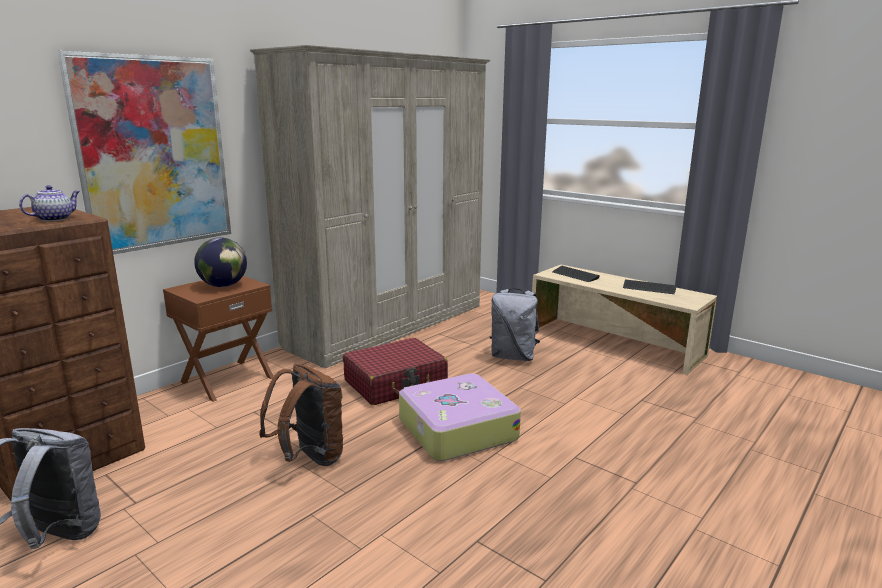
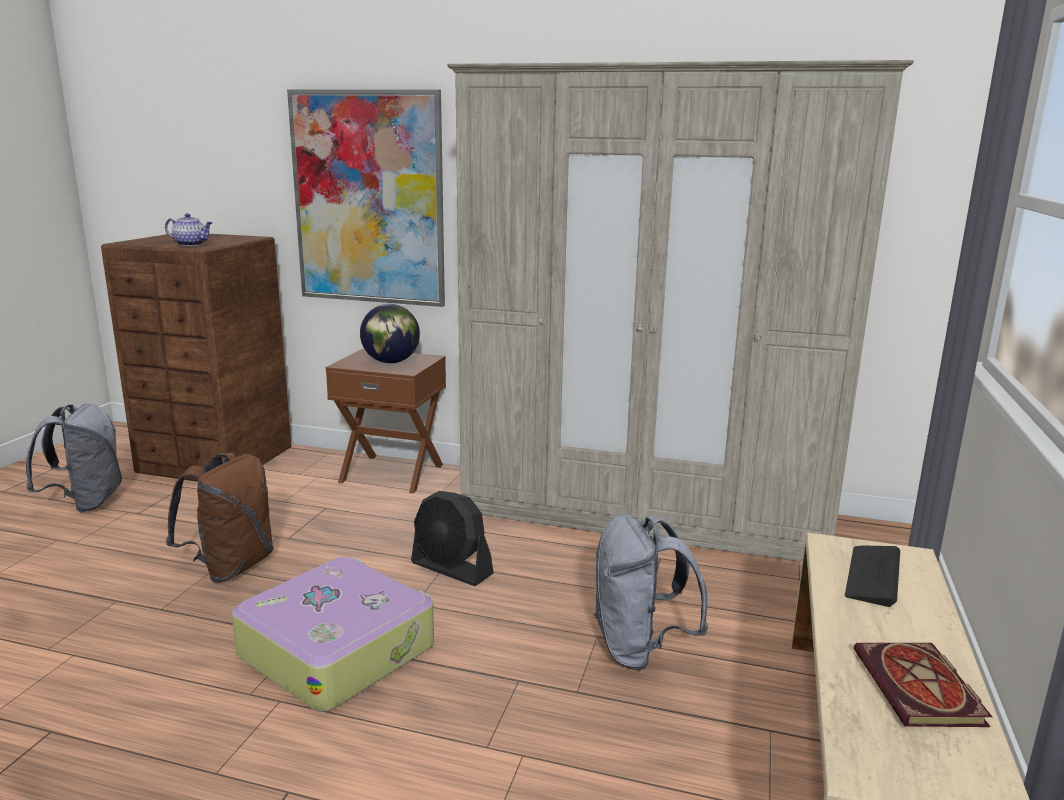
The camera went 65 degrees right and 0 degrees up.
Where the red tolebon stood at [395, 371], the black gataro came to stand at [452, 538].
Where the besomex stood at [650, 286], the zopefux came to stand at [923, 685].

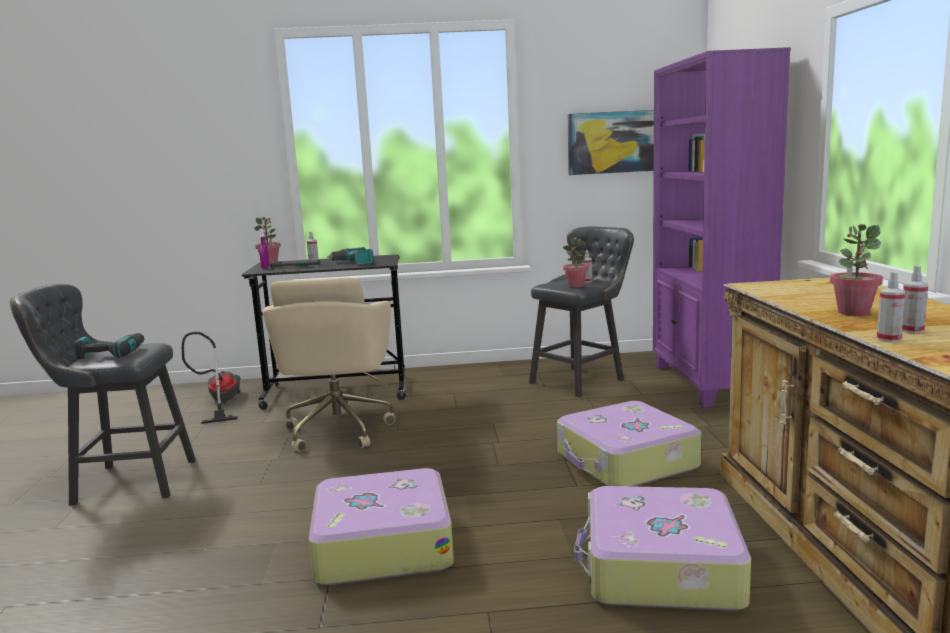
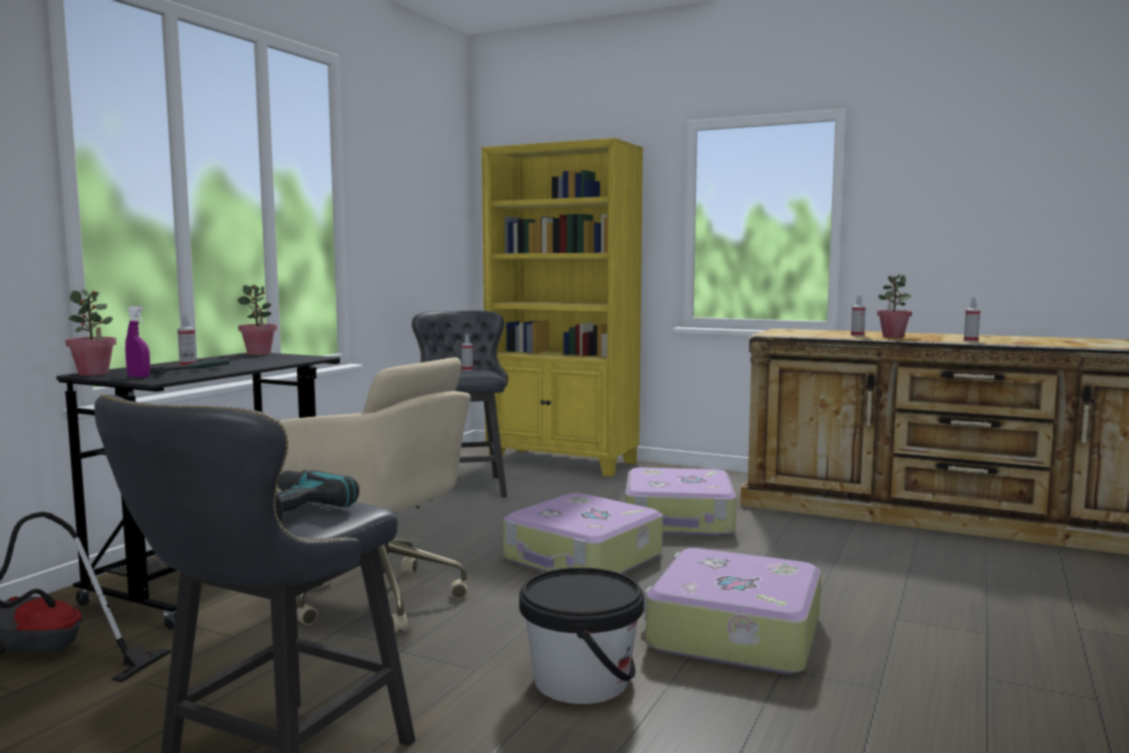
The camera went 60 degrees left and 5 degrees down.
The second view lost the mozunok at [350, 256].
The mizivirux ended up elsewhere, having gone from [576, 262] to [257, 320].
The second view lost the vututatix at [610, 142].
The tolebon ended up elsewhere, having gone from [662, 548] to [583, 533].
What was the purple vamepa at [722, 227] turned into the yellow vamepa at [562, 307].
The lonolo ended up elsewhere, having gone from [915, 299] to [858, 316].
The second view gained the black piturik at [581, 635].

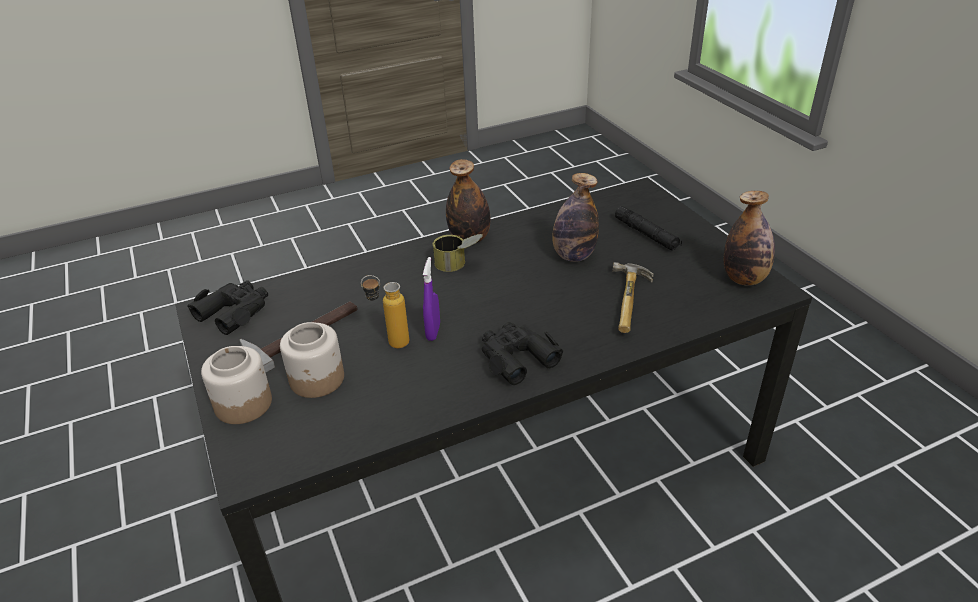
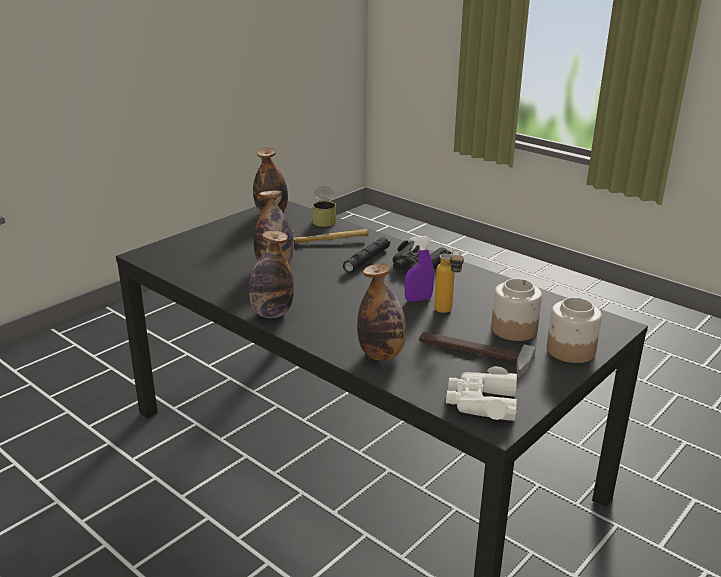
The camera went 115 degrees left and 10 degrees down.
What was the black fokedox at [227, 307] turned into the white fokedox at [481, 393].
The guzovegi ended up elsewhere, having gone from [457, 253] to [324, 206].
The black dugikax ended up elsewhere, having gone from [648, 228] to [366, 255].
The second view gained the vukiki at [381, 312].

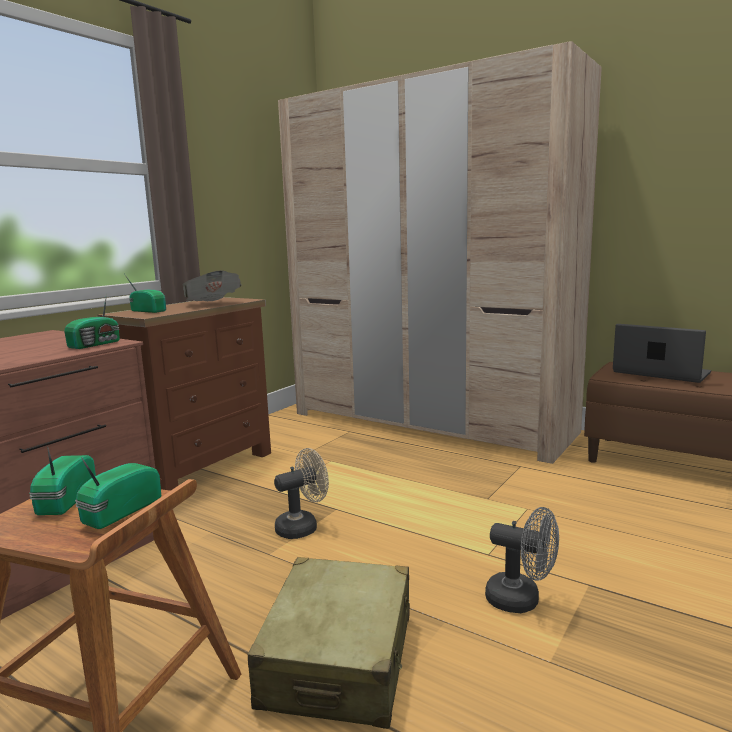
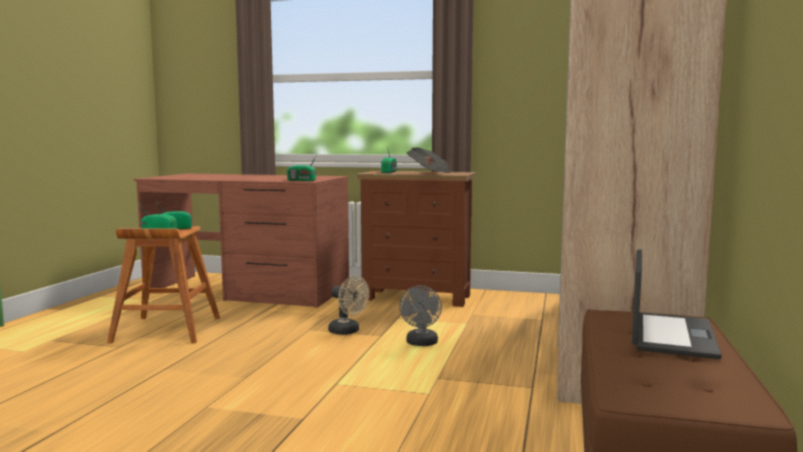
The camera went 70 degrees right and 5 degrees down.
The second view lost the beige tolebon at [329, 643].
The grey gataro ended up elsewhere, having gone from [522, 560] to [420, 315].

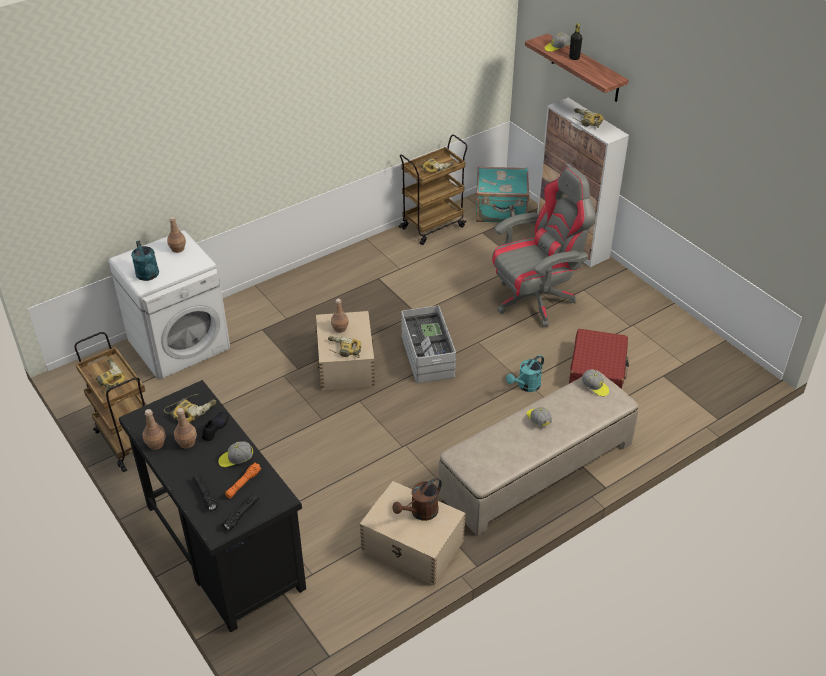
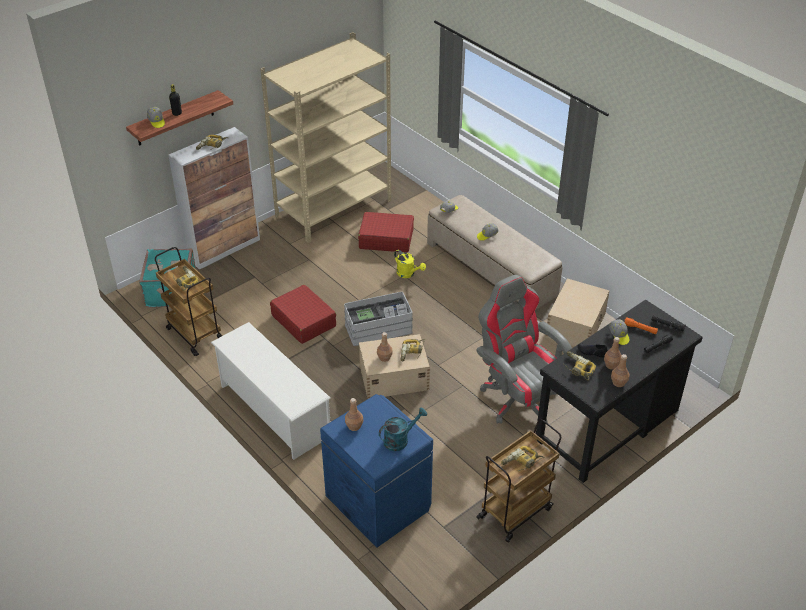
The camera went 95 degrees left and 0 degrees up.
What was the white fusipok at [169, 304] turned into the blue fusipok at [376, 471].
The second view lost the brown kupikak at [417, 499].
The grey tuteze ended up elsewhere, having gone from [544, 247] to [524, 349].
What was the turquoise kupikak at [525, 373] turned into the yellow kupikak at [410, 264].
The second view gained the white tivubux at [270, 391].
The second view gained the beige vamepa at [325, 137].
The second view gained the red tolebon at [303, 314].

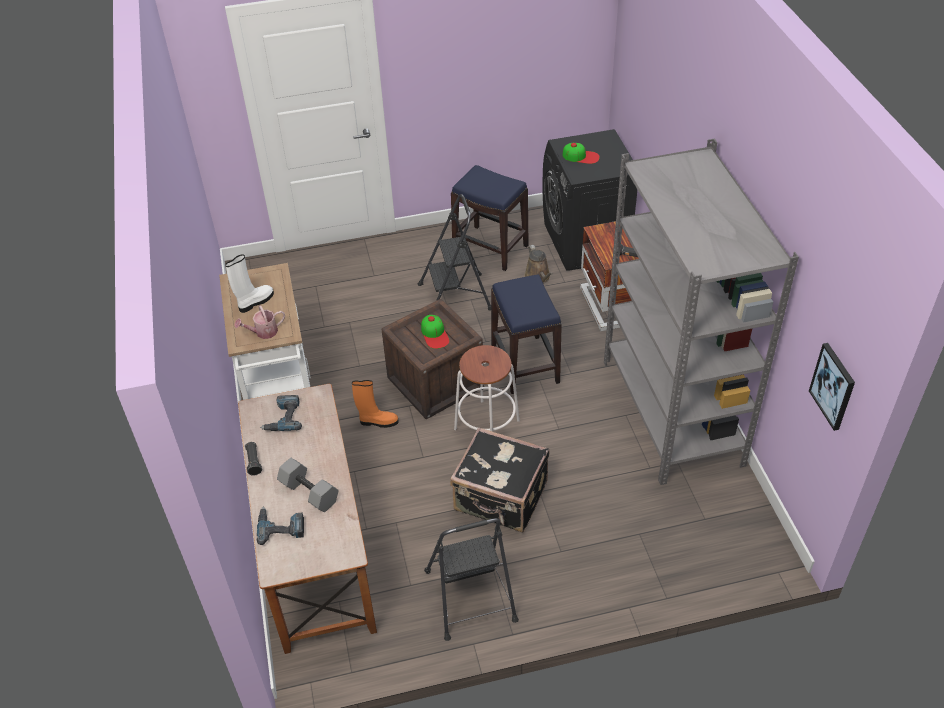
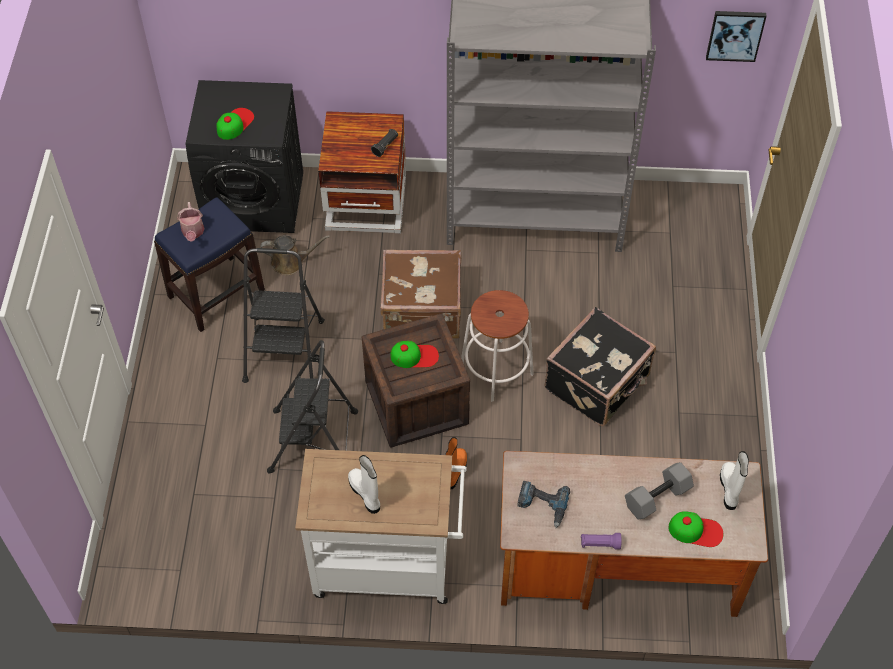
The camera went 75 degrees left and 10 degrees up.
The kupikak ended up elsewhere, having gone from [260, 322] to [190, 222].
What was the black dugikax at [253, 459] turned into the purple dugikax at [601, 541].
Where the mozunok stood at [280, 526], the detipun came to stand at [695, 529].
The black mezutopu ended up elsewhere, having gone from [471, 579] to [312, 406].
Where the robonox stood at [526, 334], the brown tolebon came to stand at [420, 294].
The second view gained the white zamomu at [734, 480].

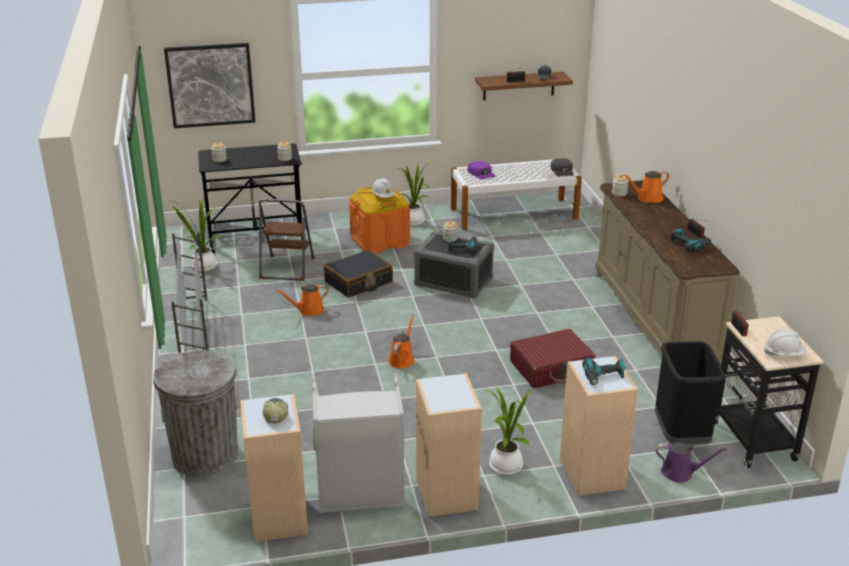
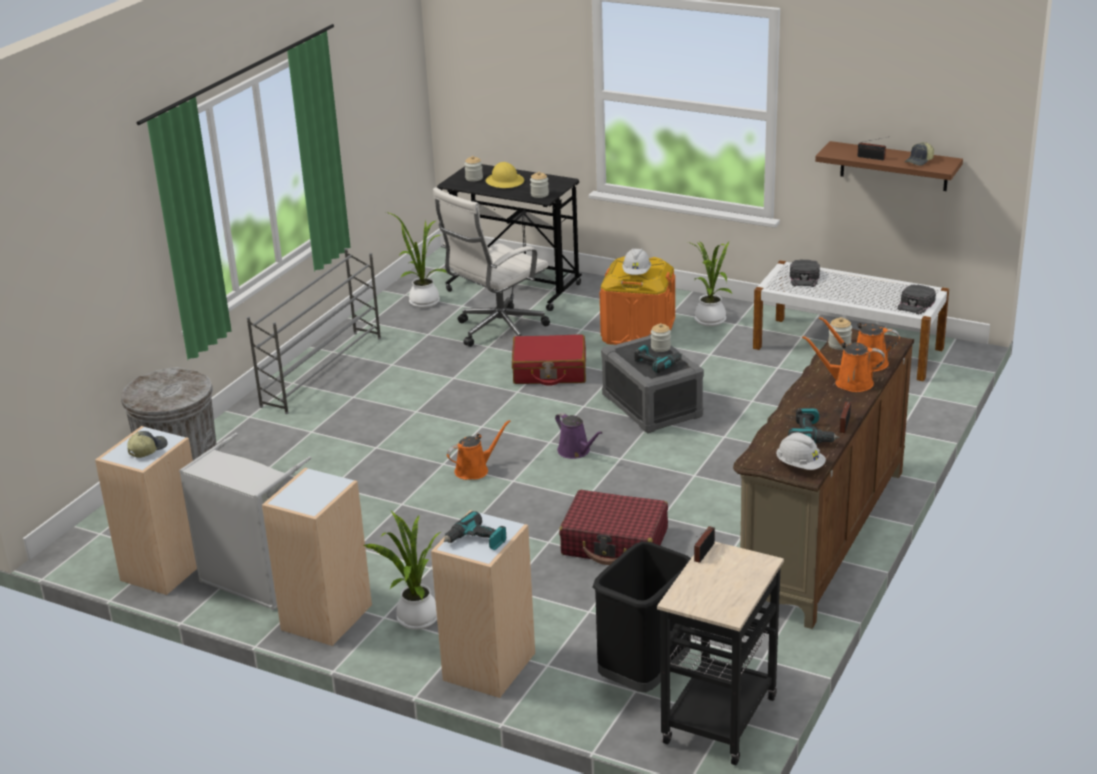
The camera went 40 degrees right and 0 degrees up.
The second view lost the vututatix at [210, 85].
Where the brown mezutopu stood at [287, 240], the white tuteze came to stand at [491, 267].
The orange kupikak ended up elsewhere, having gone from [302, 300] to [843, 364].
What was the black tolebon at [358, 274] turned into the red tolebon at [549, 360].
What was the purple detipun at [481, 170] turned into the black detipun at [805, 273].
The purple kupikak ended up elsewhere, having gone from [691, 462] to [579, 435].
The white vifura ended up elsewhere, having gone from [785, 343] to [801, 451].
The second view gained the yellow vifura at [504, 175].

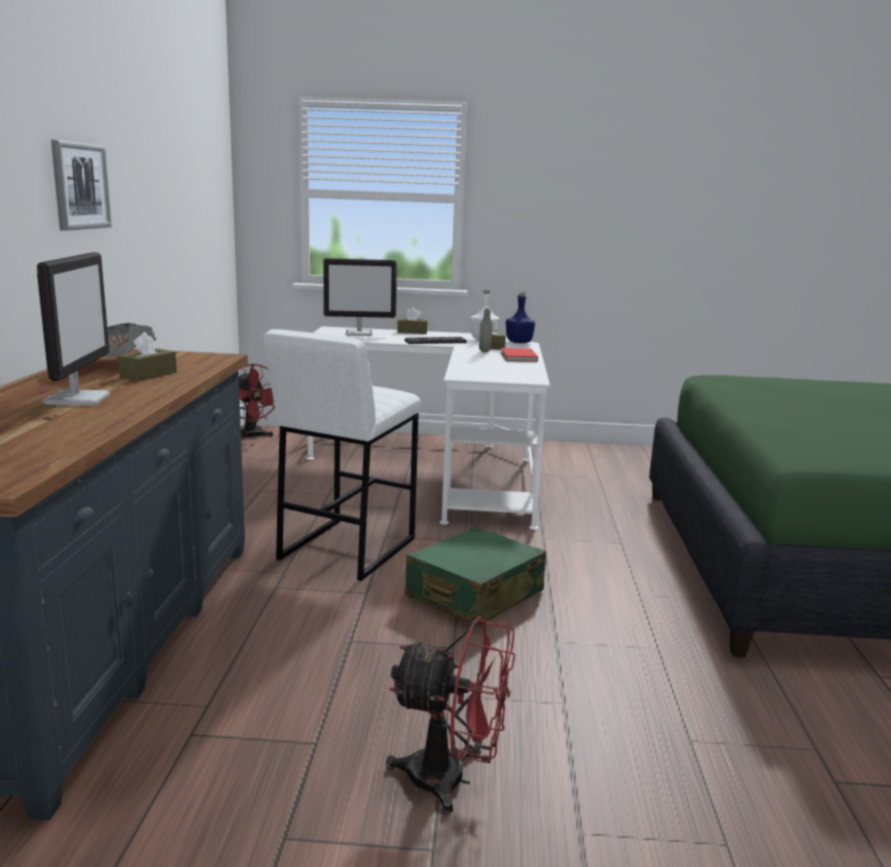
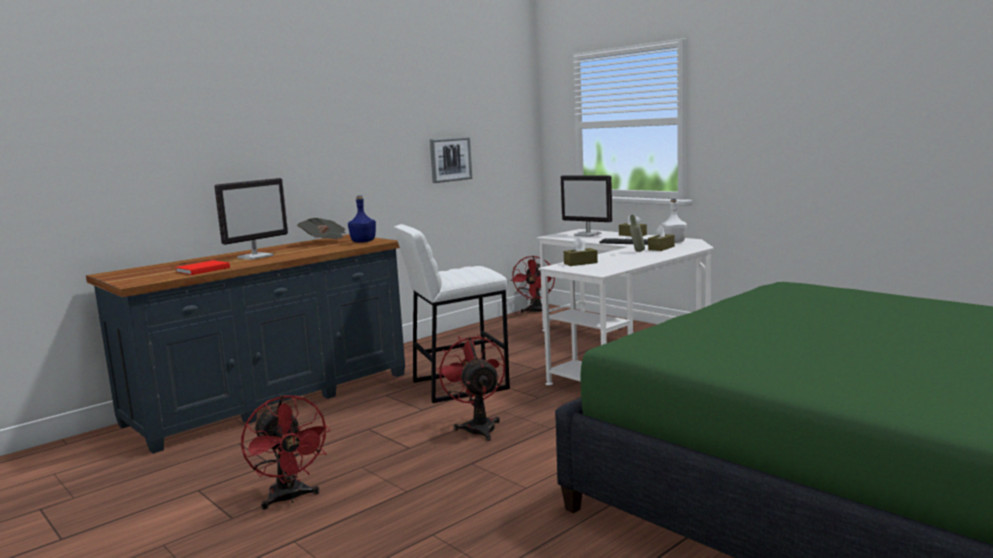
The camera went 45 degrees right and 5 degrees down.
The vututatix ended up elsewhere, having gone from [81, 185] to [451, 160].
The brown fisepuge ended up elsewhere, having gone from [147, 356] to [581, 252].
Where the green tolebon stood at [475, 577], the red gataro came to stand at [470, 388].
The red zopefux ended up elsewhere, having gone from [519, 355] to [202, 267].
The blue vukiki ended up elsewhere, having gone from [520, 317] to [362, 219].

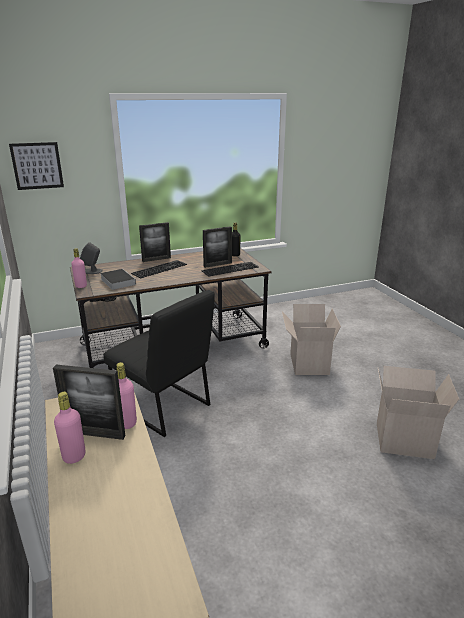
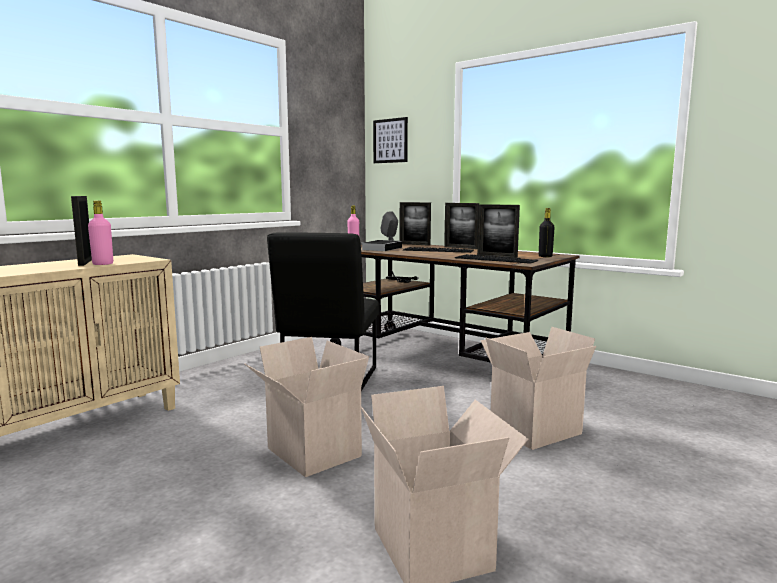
The camera went 60 degrees right and 15 degrees down.
The second view lost the pink vukiki at [70, 428].
The second view gained the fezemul at [306, 407].
The second view gained the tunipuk at [415, 224].

